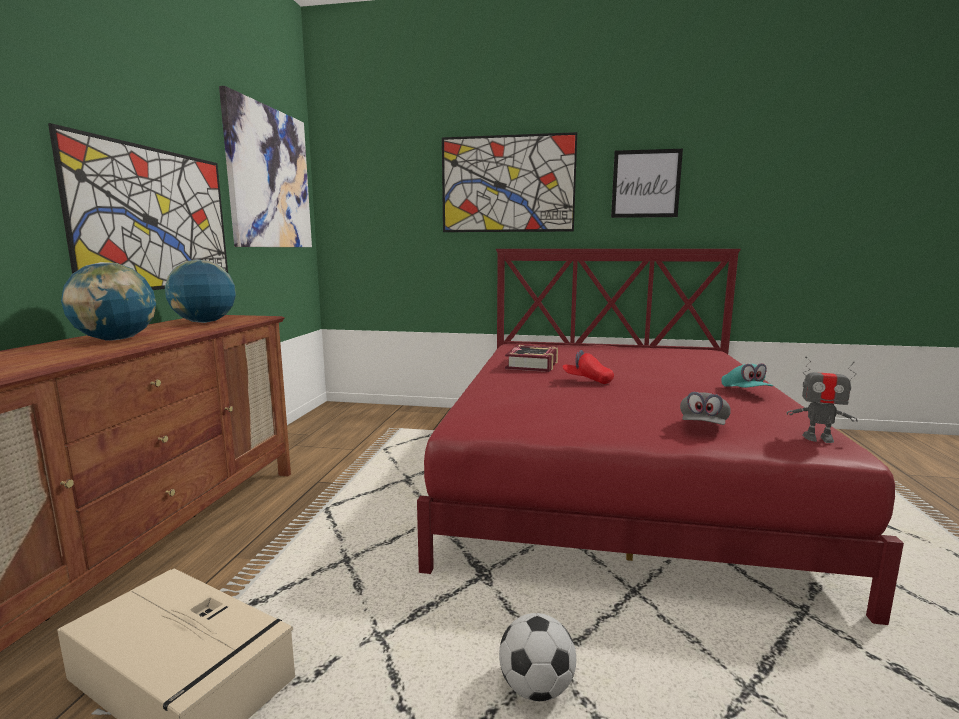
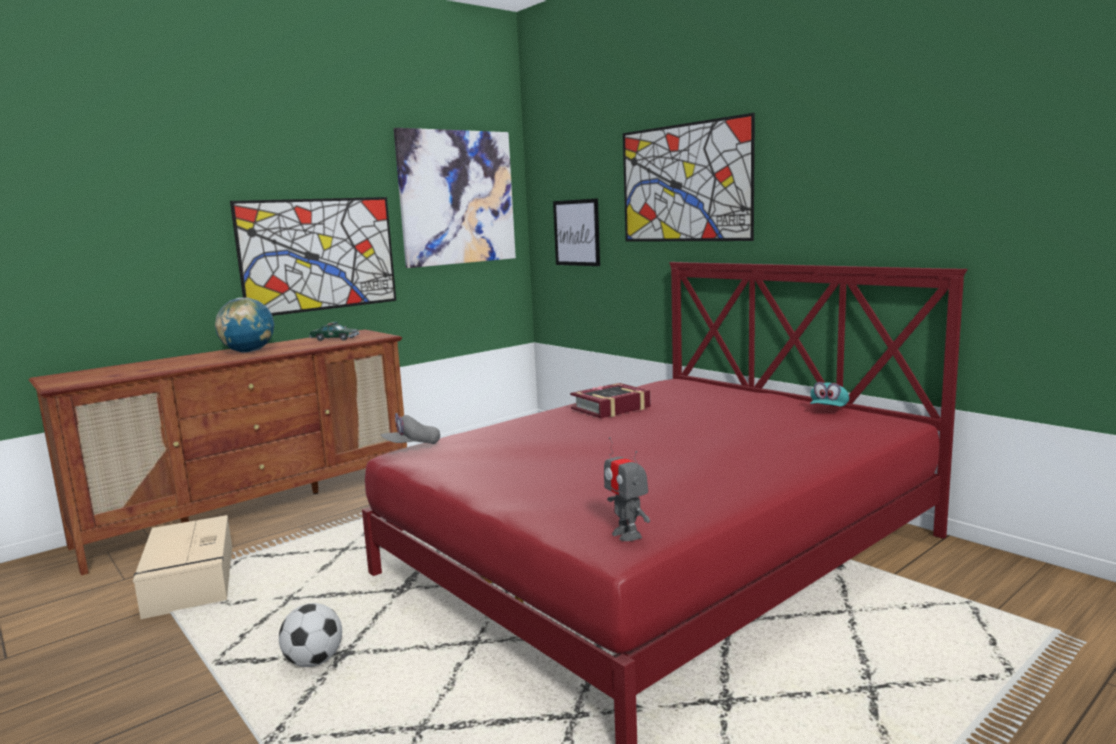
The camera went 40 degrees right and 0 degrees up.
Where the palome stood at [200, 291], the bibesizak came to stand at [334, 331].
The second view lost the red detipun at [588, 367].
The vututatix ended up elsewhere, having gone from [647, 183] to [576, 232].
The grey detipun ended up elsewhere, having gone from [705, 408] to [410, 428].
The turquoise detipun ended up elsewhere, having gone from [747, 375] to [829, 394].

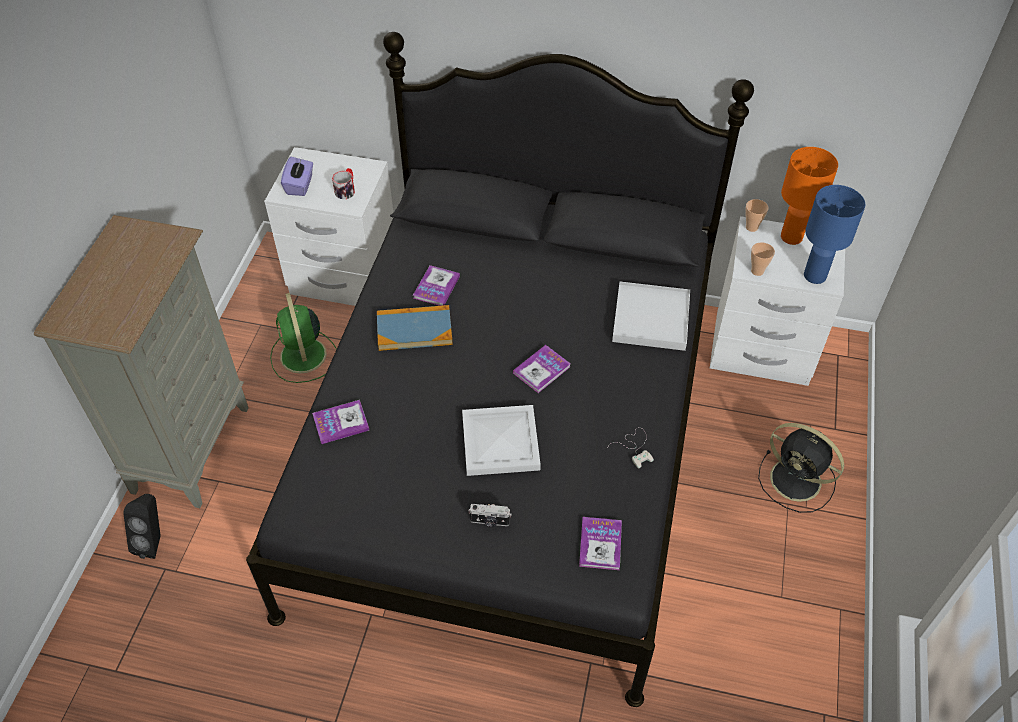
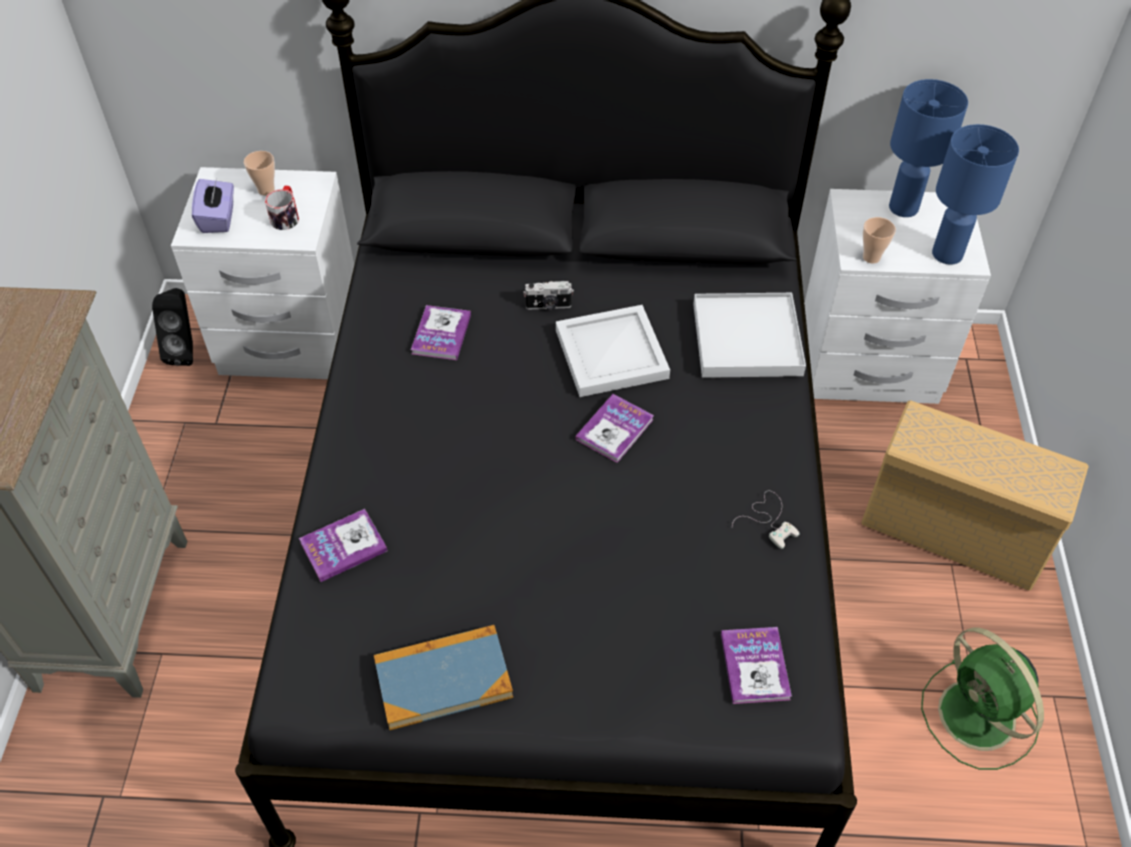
The camera went 10 degrees left and 0 degrees up.
The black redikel ended up elsewhere, having gone from [142, 526] to [172, 327].
The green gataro ended up elsewhere, having gone from [303, 338] to [982, 698].
The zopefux ended up elsewhere, having gone from [415, 328] to [443, 677].
The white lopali ended up elsewhere, having gone from [501, 440] to [613, 351].
The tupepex ended up elsewhere, having gone from [490, 515] to [548, 295].
The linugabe ended up elsewhere, having gone from [757, 215] to [259, 173].
Where the black gataro stood at [801, 468], the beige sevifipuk came to stand at [975, 495].
What was the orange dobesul at [809, 196] turned into the blue dobesul at [928, 148].

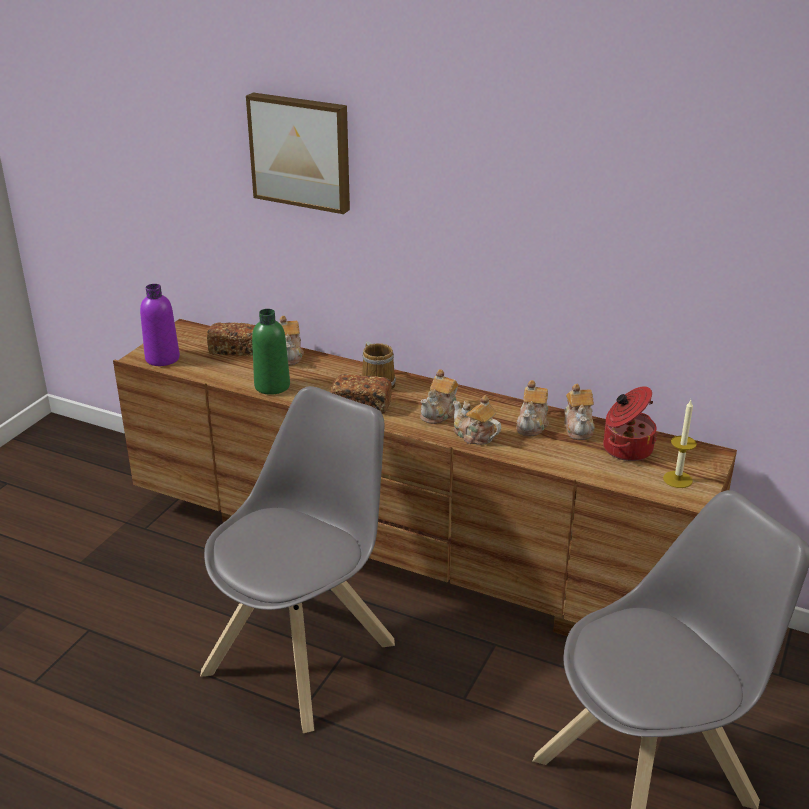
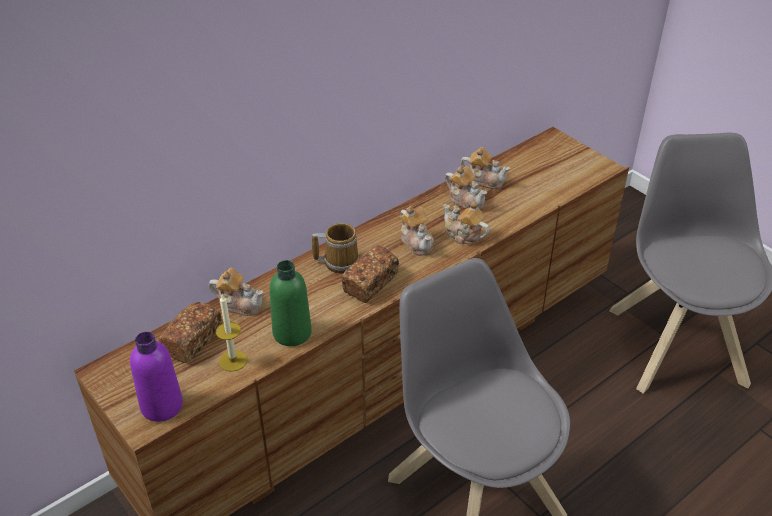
The camera went 65 degrees left and 10 degrees up.
The second view lost the vututatix at [298, 153].
The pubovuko at [477, 420] ended up facing another way, 60 degrees clockwise from before.
The second view lost the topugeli at [630, 423].
The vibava ended up elsewhere, having gone from [680, 444] to [231, 333].

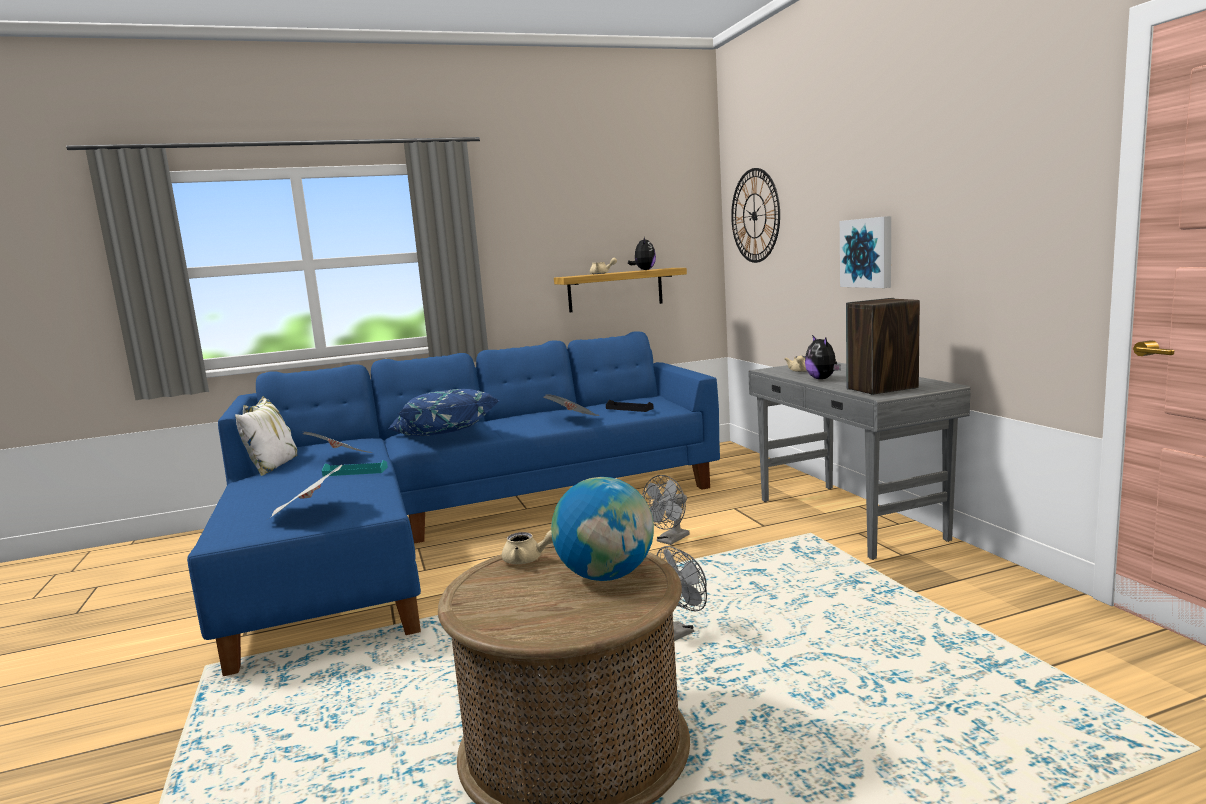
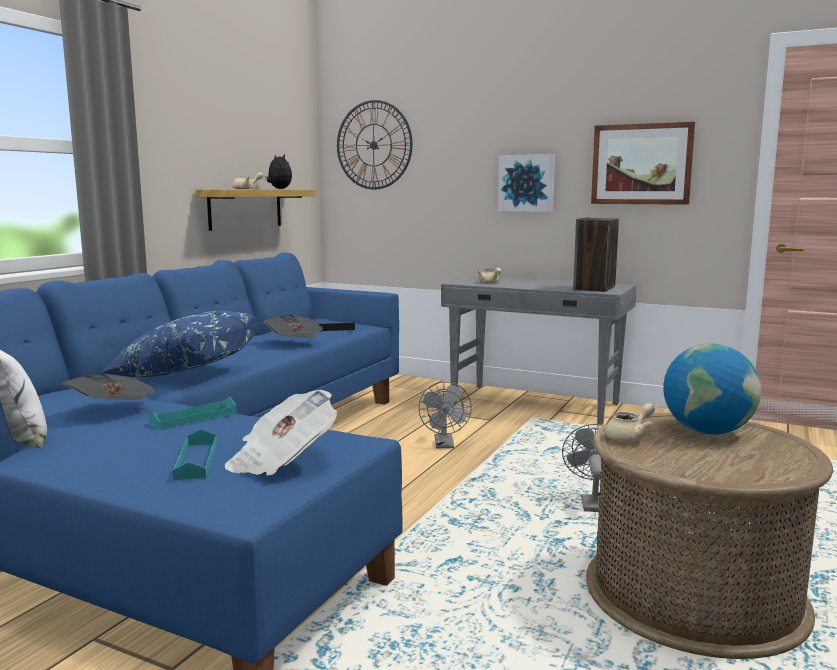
The camera went 45 degrees left and 0 degrees up.
The second view lost the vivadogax at [823, 357].
The second view gained the turquoise lopali at [194, 454].
The second view gained the vututatix at [643, 163].

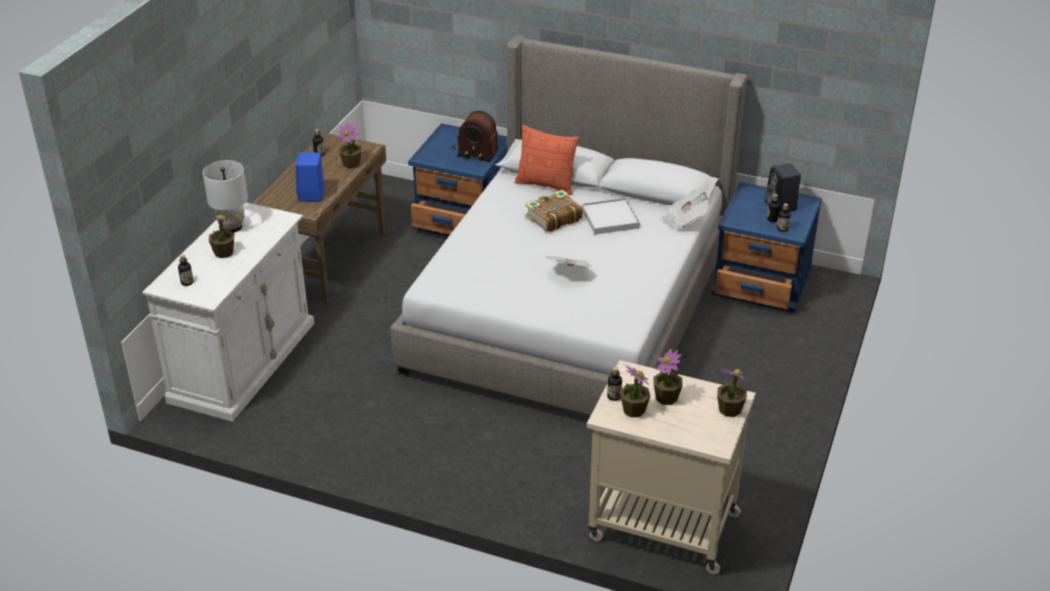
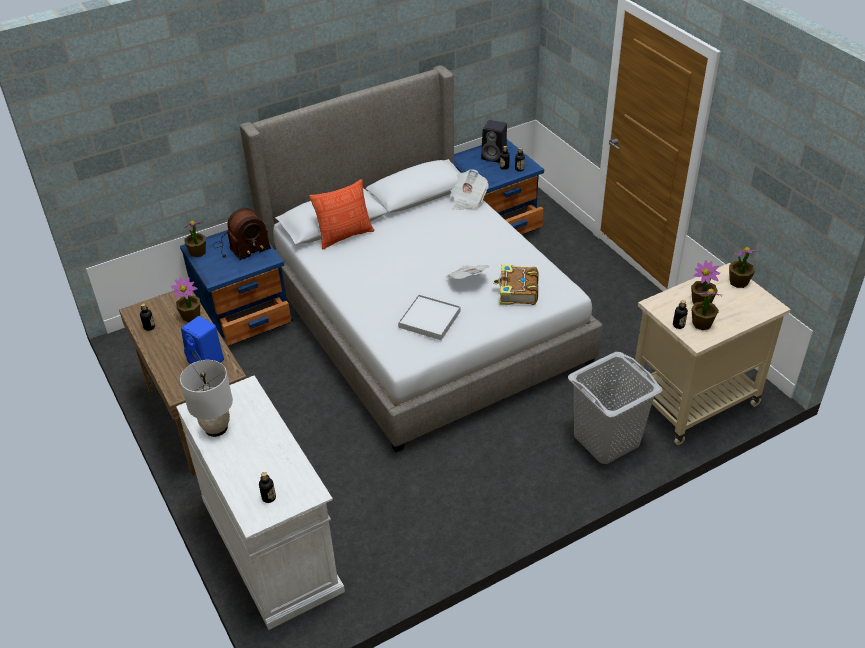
The camera went 50 degrees left and 5 degrees up.
The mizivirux ended up elsewhere, having gone from [221, 236] to [194, 239].
The zopefux ended up elsewhere, having gone from [554, 211] to [515, 284].
The white lopali ended up elsewhere, having gone from [611, 216] to [429, 317].
The second view gained the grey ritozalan at [615, 408].

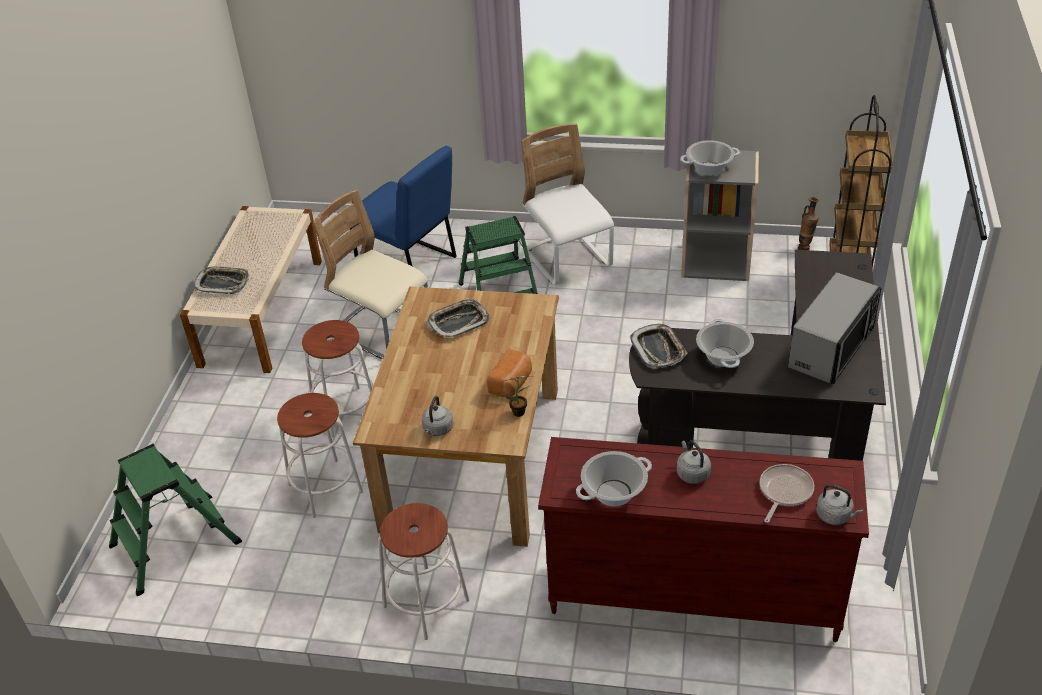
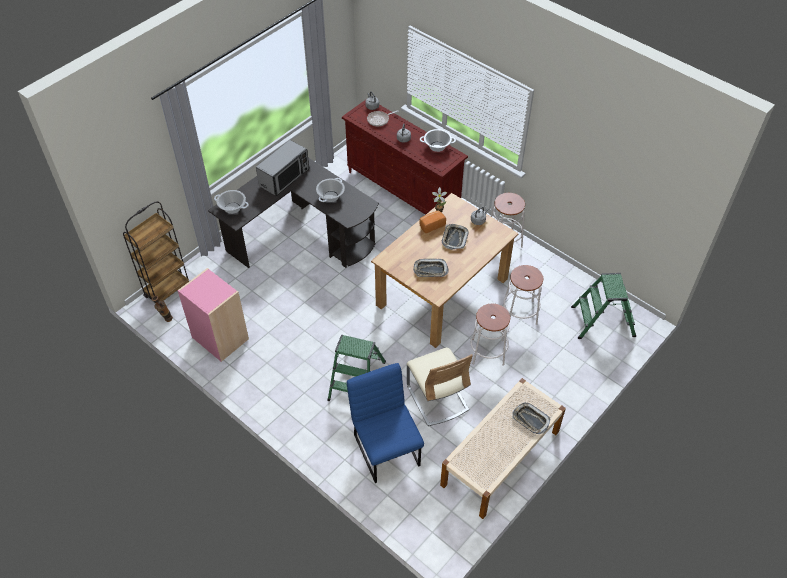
The camera went 150 degrees left and 10 degrees up.
The second view lost the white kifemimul at [567, 204].
The lopali ended up elsewhere, having gone from [658, 346] to [455, 237].
The topugeli ended up elsewhere, having gone from [710, 158] to [231, 202].
What was the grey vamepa at [720, 215] turned into the pink vamepa at [213, 315].
The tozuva at [835, 328] ended up facing another way, 150 degrees clockwise from before.

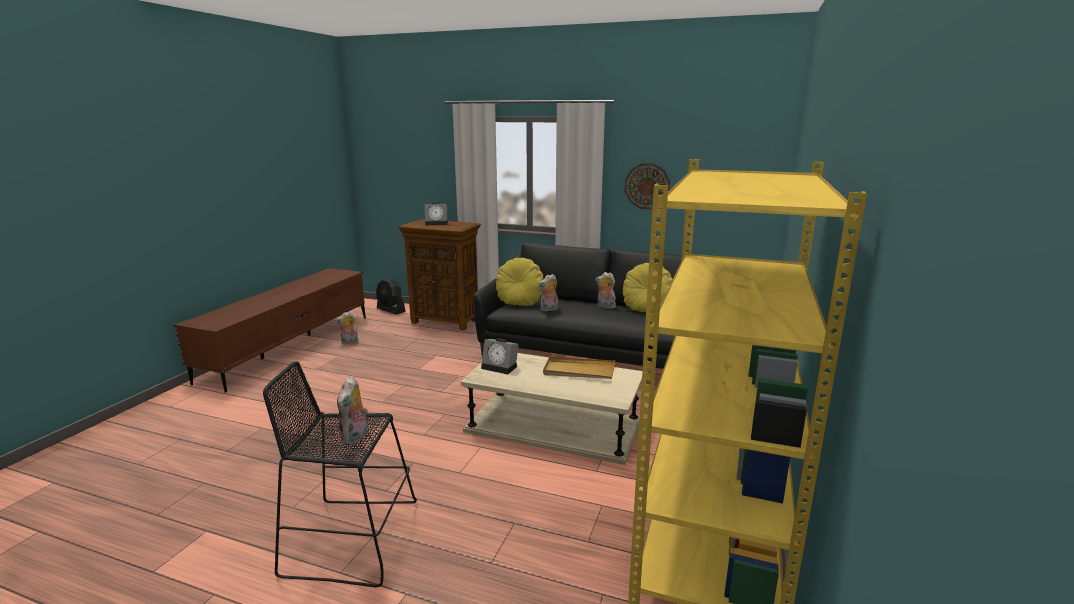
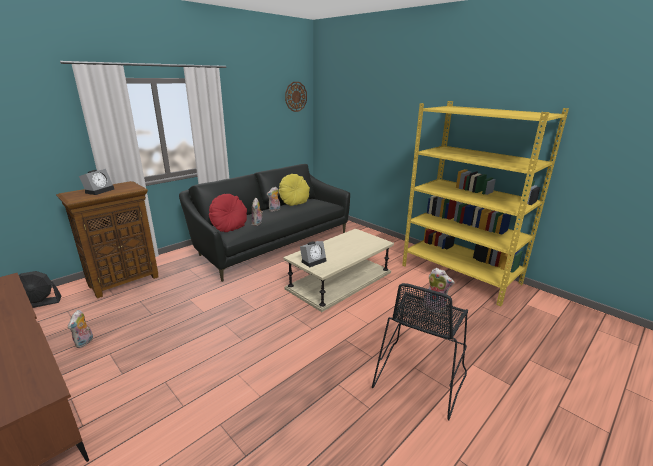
The camera went 65 degrees left and 5 degrees up.
What was the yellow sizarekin at [519, 282] turned into the red sizarekin at [228, 213].
The second view lost the beige lopali at [579, 368].
The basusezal ended up elsewhere, having gone from [647, 186] to [296, 97].

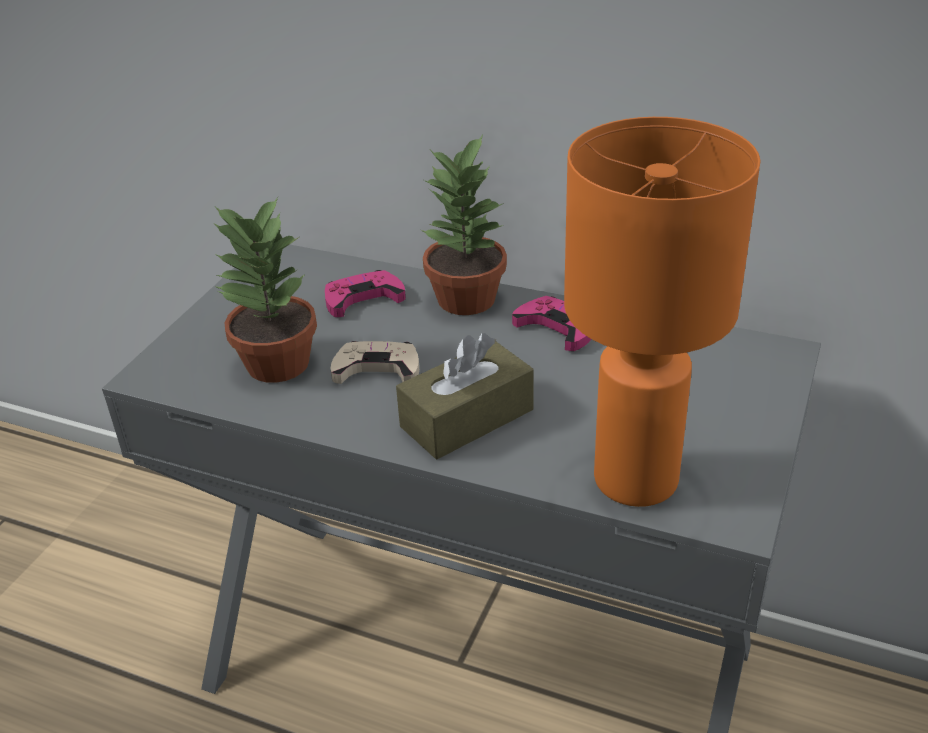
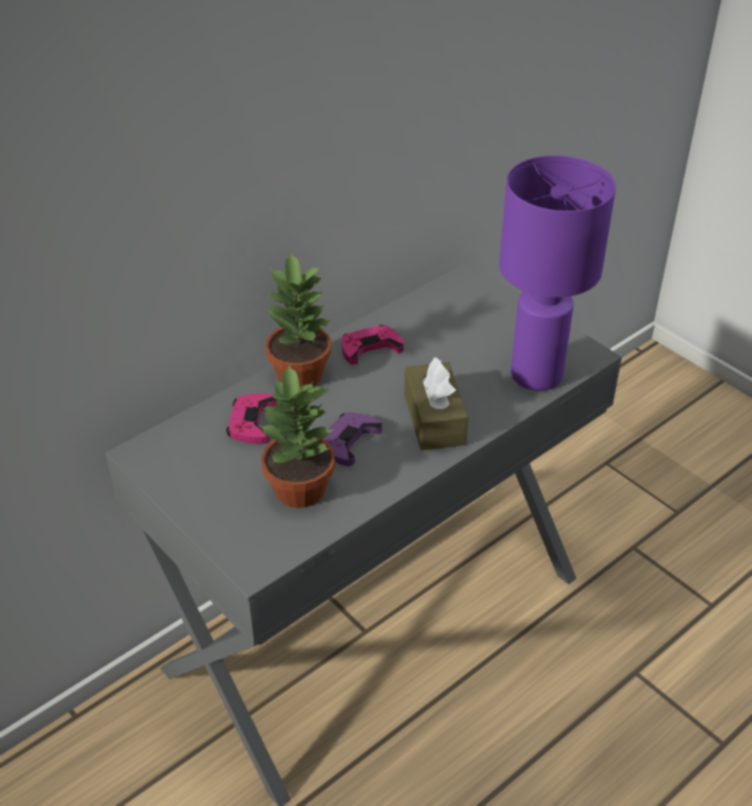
The camera went 65 degrees left and 5 degrees up.
What was the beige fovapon at [374, 362] turned into the purple fovapon at [352, 439].
What was the orange dobesul at [662, 312] turned into the purple dobesul at [557, 273].

